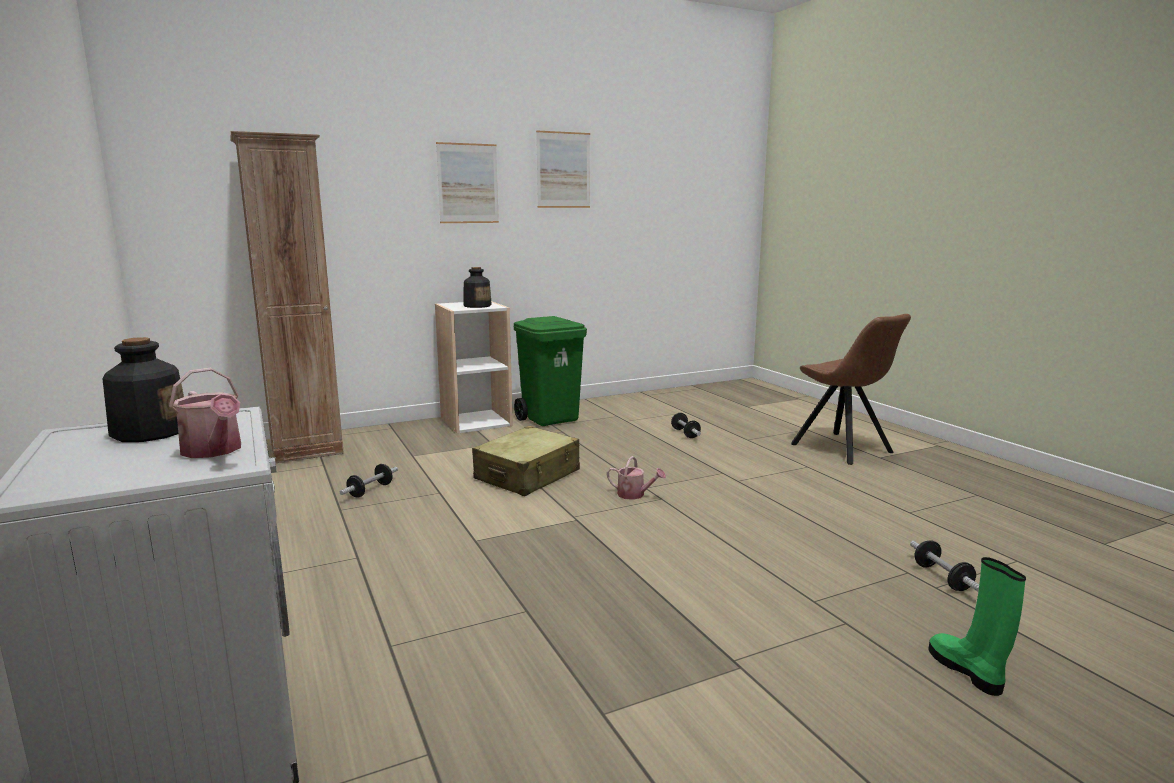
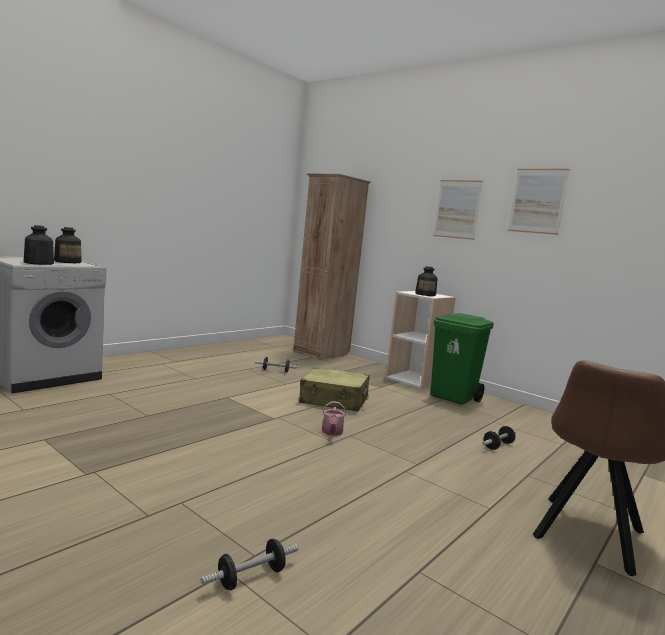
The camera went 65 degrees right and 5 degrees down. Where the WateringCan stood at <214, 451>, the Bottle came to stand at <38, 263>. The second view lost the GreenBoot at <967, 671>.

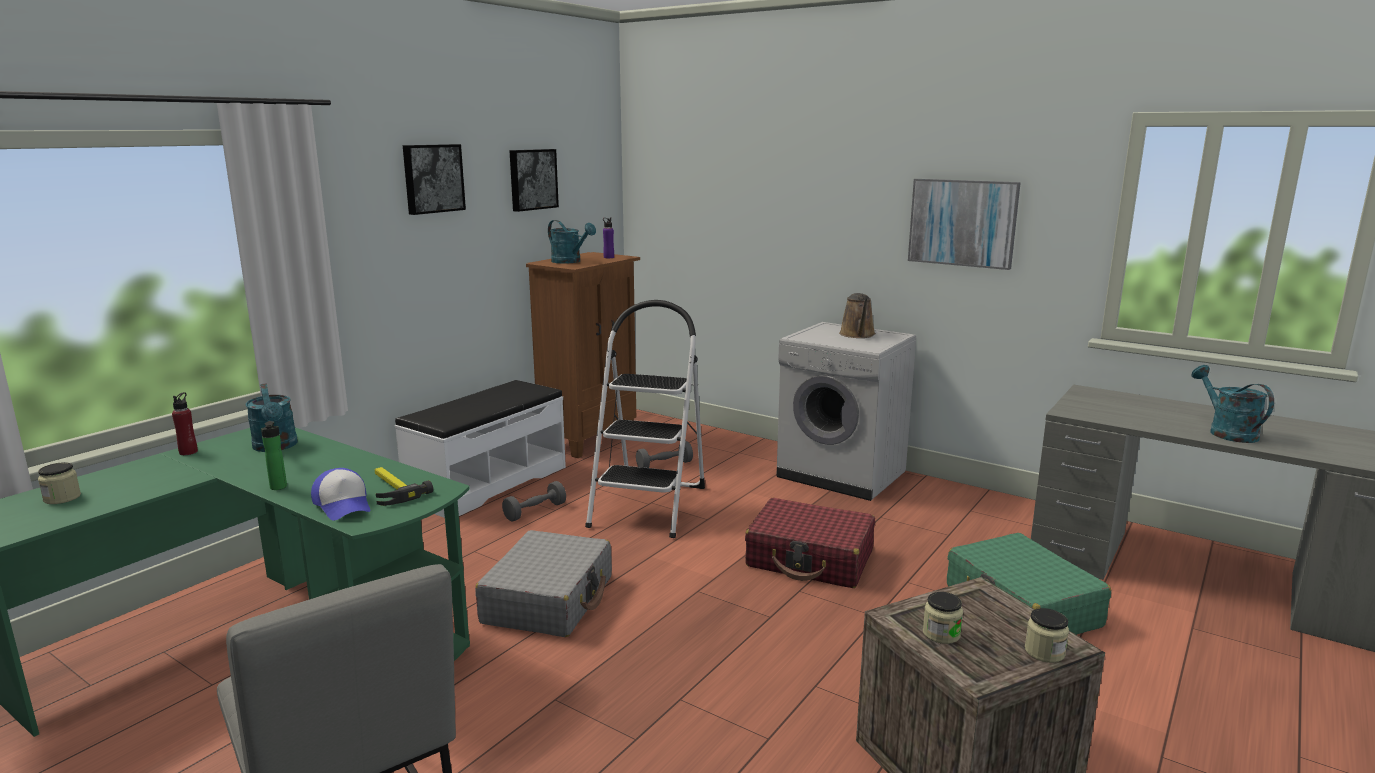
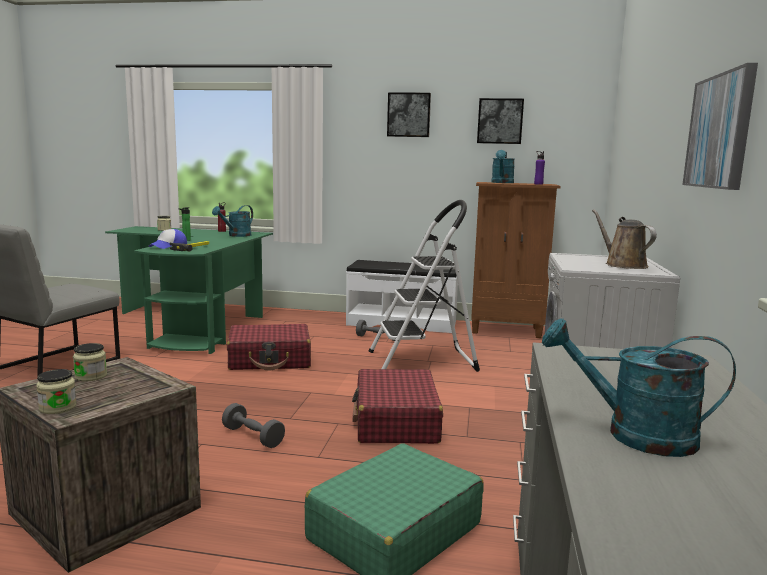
The camera went 65 degrees right and 5 degrees down. The GreyDumbbell ended up elsewhere, having gone from <664, 465> to <253, 437>. What was the GreySuitcase at <549, 600> turned into the RedSuitcase at <270, 359>. The TurquoiseWateringCan at <1226, 432> ended up facing another way, 120 degrees counterclockwise from before. The BrownWateringCan at <858, 335> ended up facing another way, 90 degrees clockwise from before.

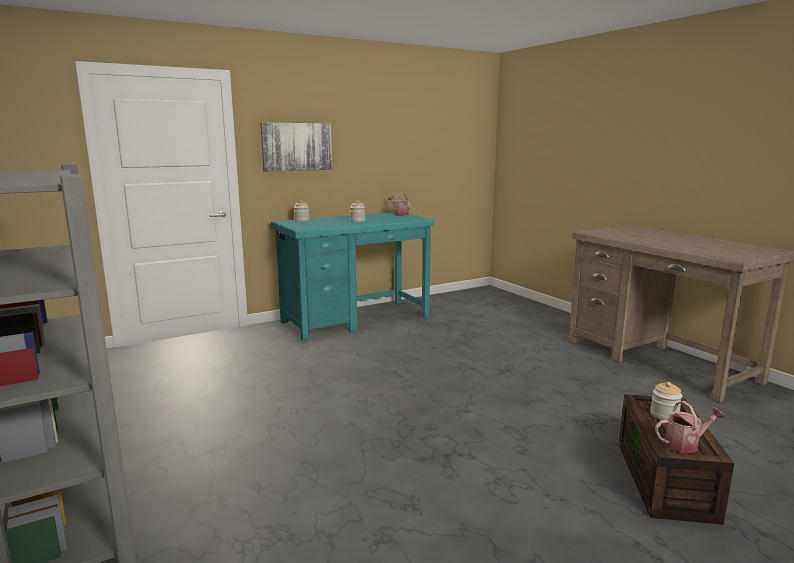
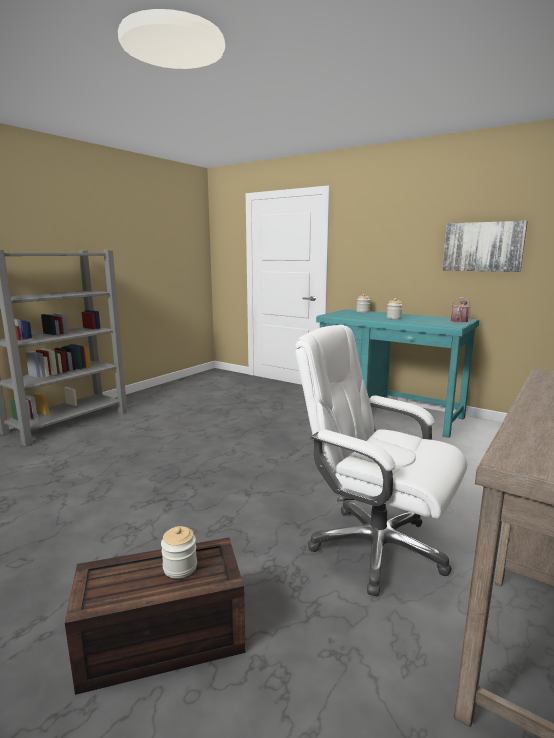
The camera went 65 degrees right and 0 degrees up. The second view gained the WhiteOfficeChair at <375, 547>. The Picture ended up elsewhere, having gone from <296, 147> to <483, 247>. The second view lost the WateringCan at <685, 444>.

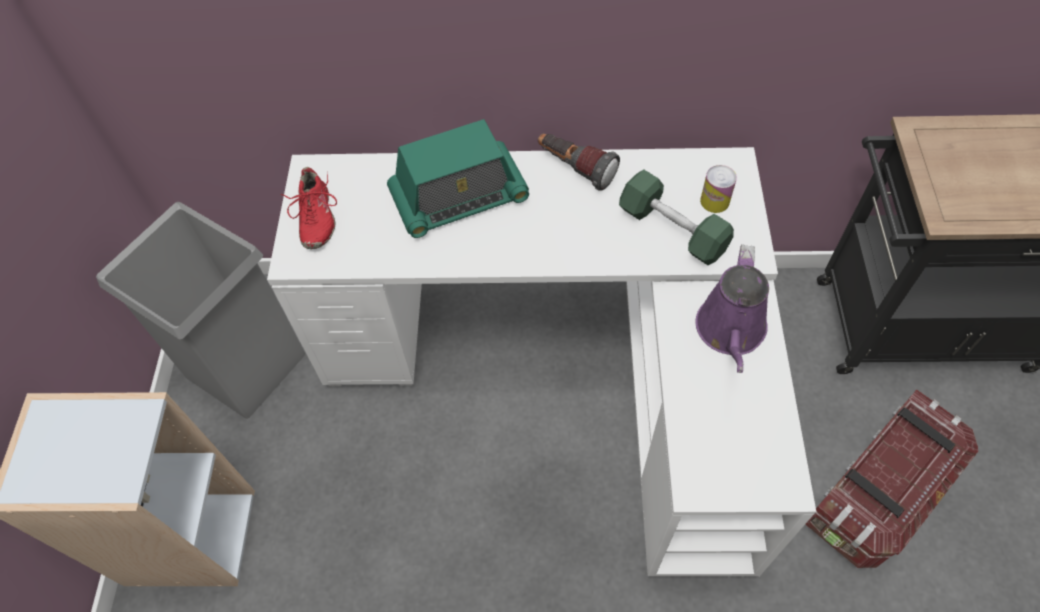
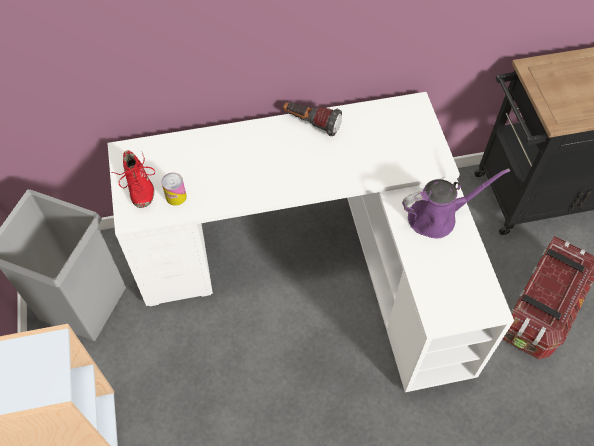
The camera went 15 degrees left and 0 degrees up. The Can ended up elsewhere, having gone from <714, 201> to <176, 197>. The PurpleWateringCan at <730, 332> ended up facing another way, 105 degrees counterclockwise from before. The second view lost the Radio at <459, 197>. The second view lost the GreenDumbbell at <672, 230>.

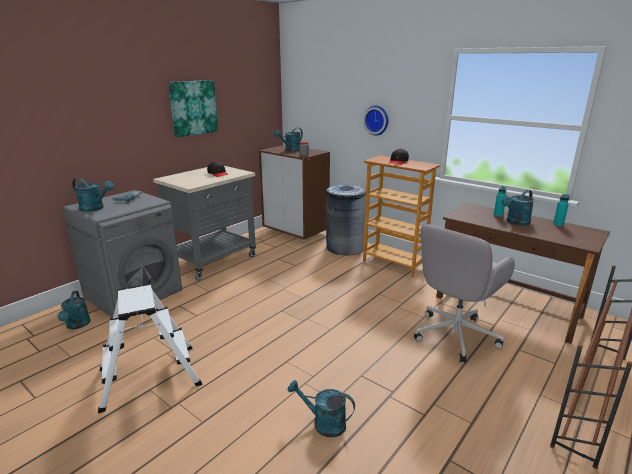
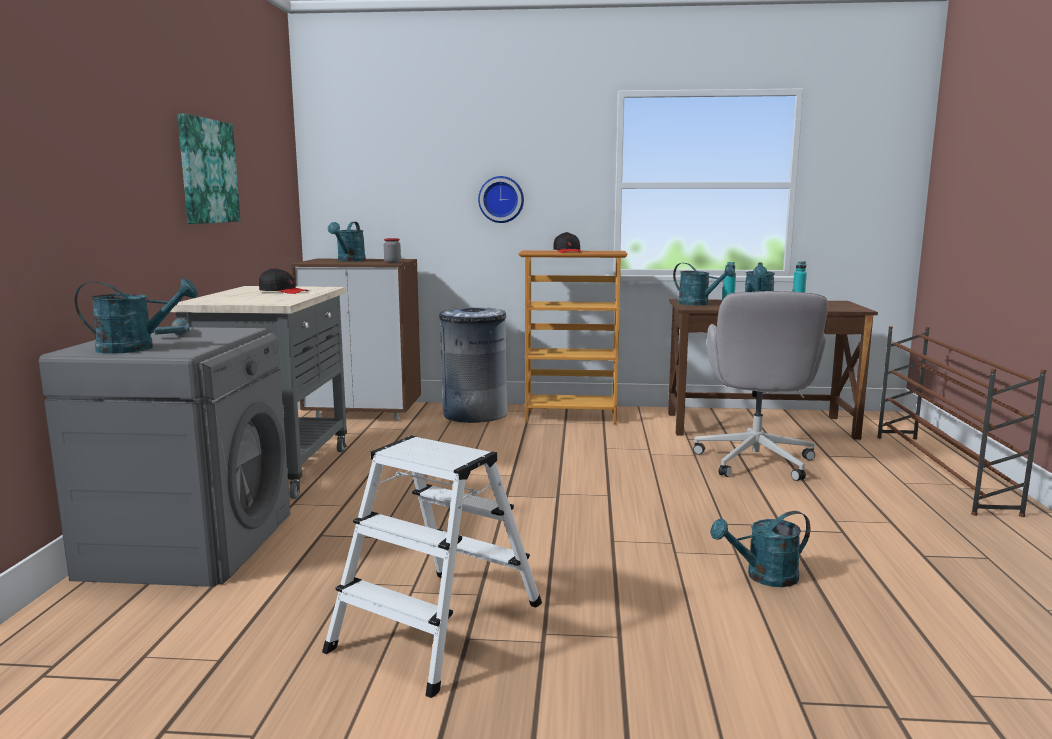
The camera went 35 degrees left and 10 degrees down. The TurquoiseWateringCan ended up elsewhere, having gone from <77, 325> to <699, 304>.

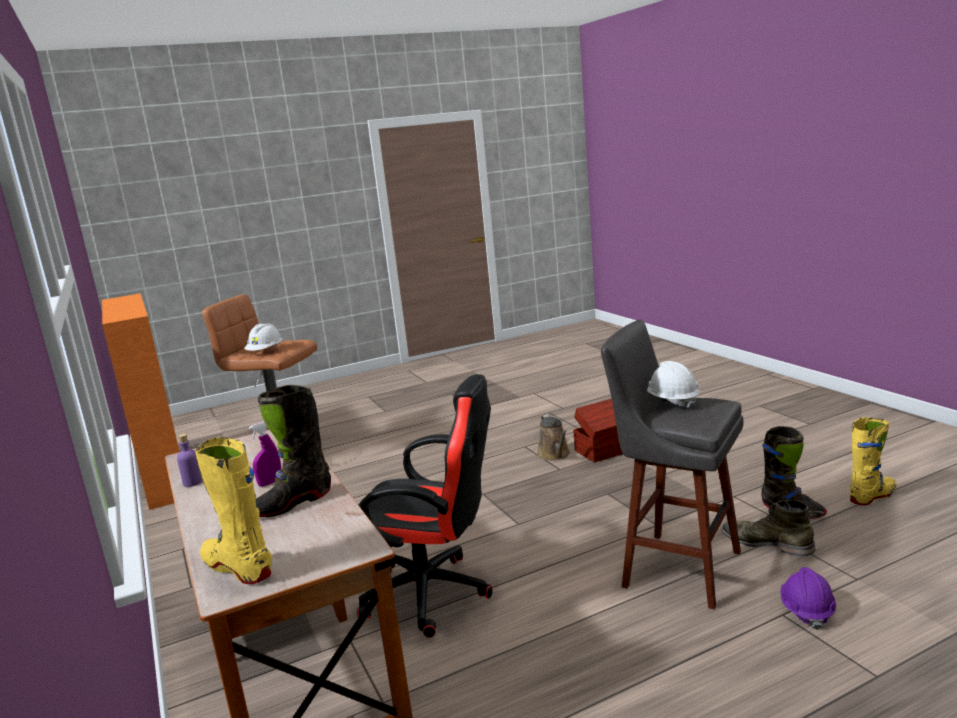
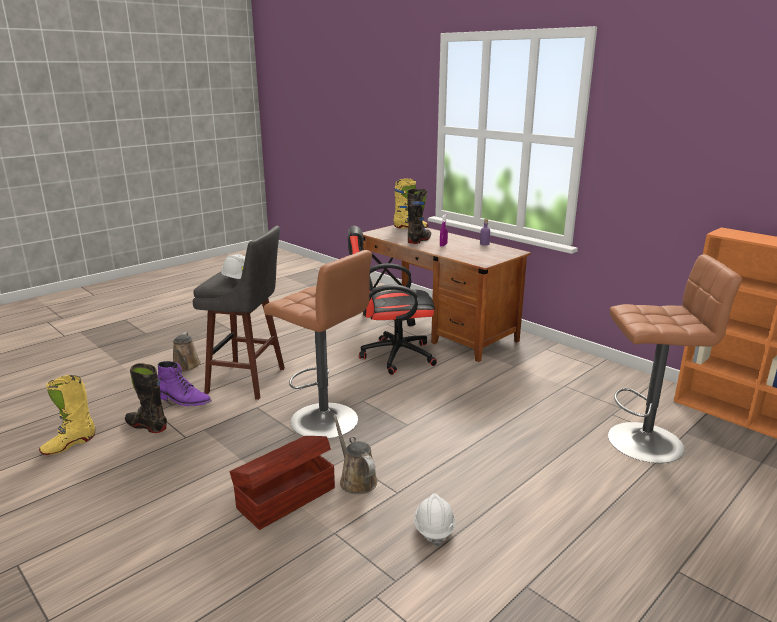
The camera went 160 degrees right and 5 degrees up. What was the GreenBoot at <767, 543> turned into the PurpleBoot at <183, 400>. Where the PurpleHardHat stood at <806, 611>, the BrownWateringCan came to stand at <186, 366>. The second view gained the BrownStool at <324, 421>. The WhiteHardHat ended up elsewhere, having gone from <266, 351> to <434, 529>.

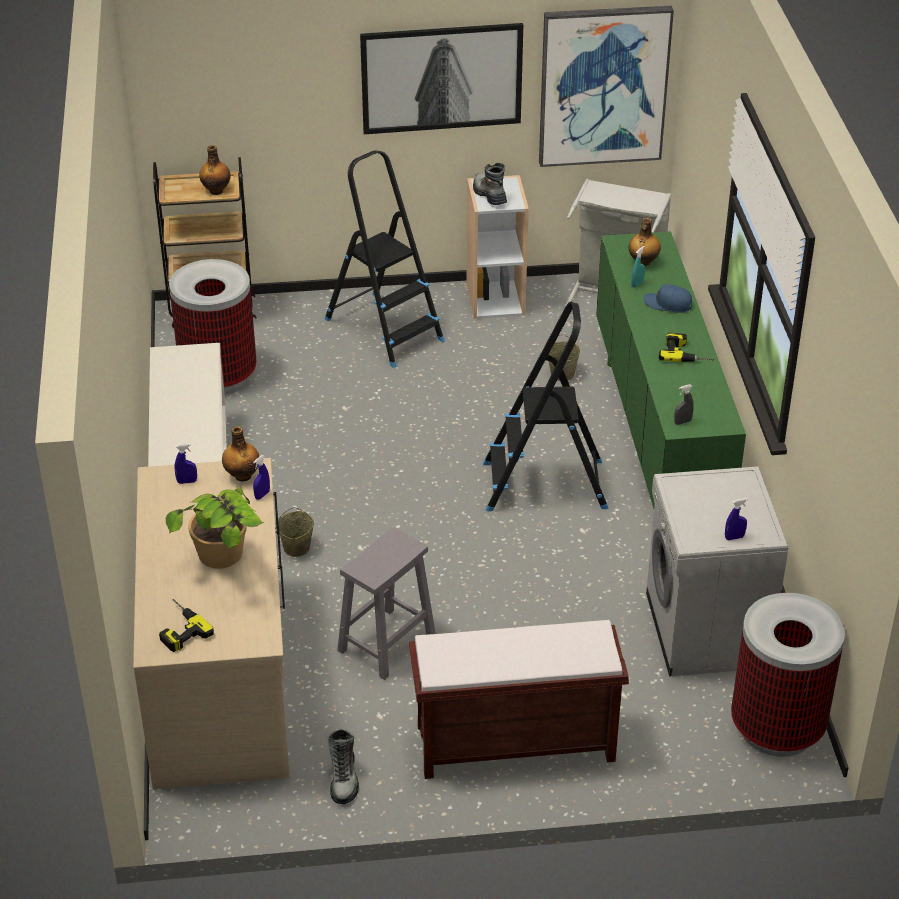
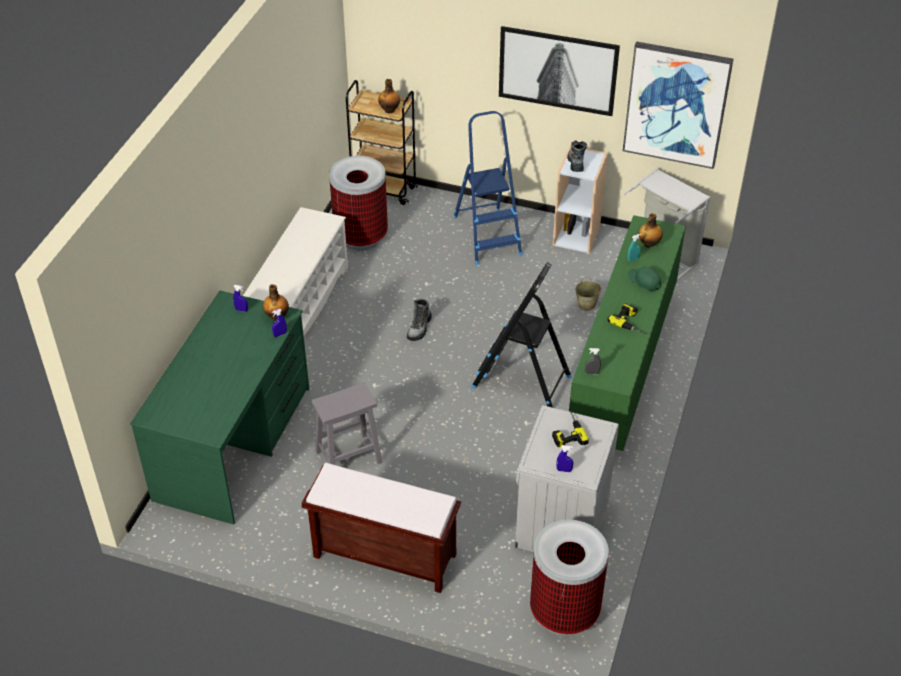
The camera went 25 degrees right and 5 degrees up. What was the BeigeDesk at <220, 678> turned into the GreenDesk at <234, 443>. The Boot ended up elsewhere, having gone from <343, 778> to <419, 328>. What was the BlackStepLadder at <385, 330> turned into the BlueStepLadder at <487, 236>. The PowerDrill ended up elsewhere, having gone from <178, 628> to <566, 432>. What was the BlueCap at <668, 304> turned into the GreenCap at <644, 281>. The second view lost the PottedPlant at <225, 569>. The second view lost the BeigeBucket at <296, 548>.

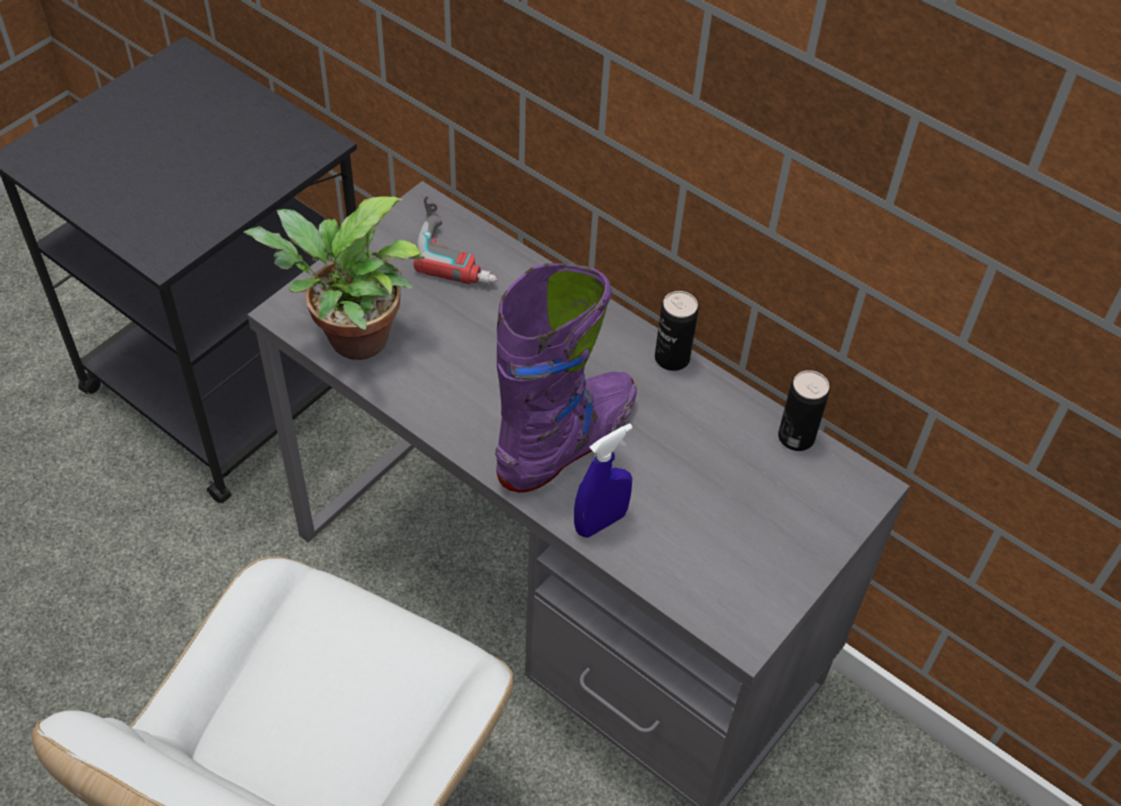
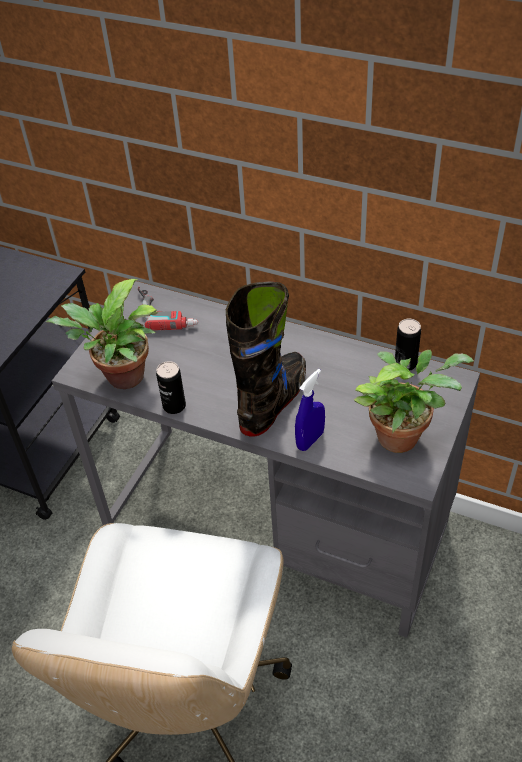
The camera went 10 degrees left and 5 degrees down. The Can ended up elsewhere, having gone from <672, 358> to <174, 406>. What was the PurpleBoot at <567, 443> turned into the BlackBoot at <273, 401>. The second view gained the PottedPlant at <402, 434>.

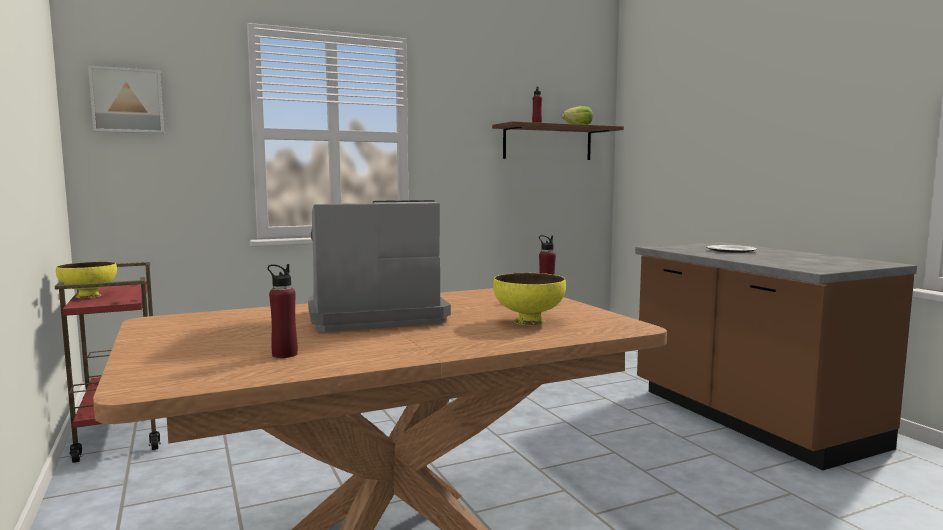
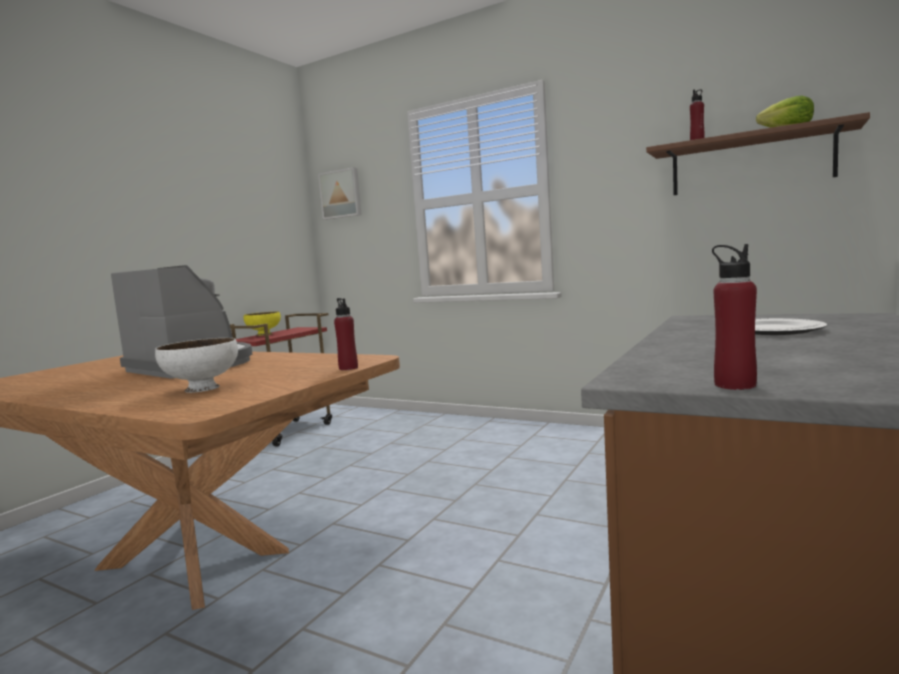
The camera went 55 degrees right and 0 degrees up. What was the YellowBowl at <529, 321> turned into the WhiteBowl at <203, 388>. The RedBottle ended up elsewhere, having gone from <284, 354> to <734, 385>.

